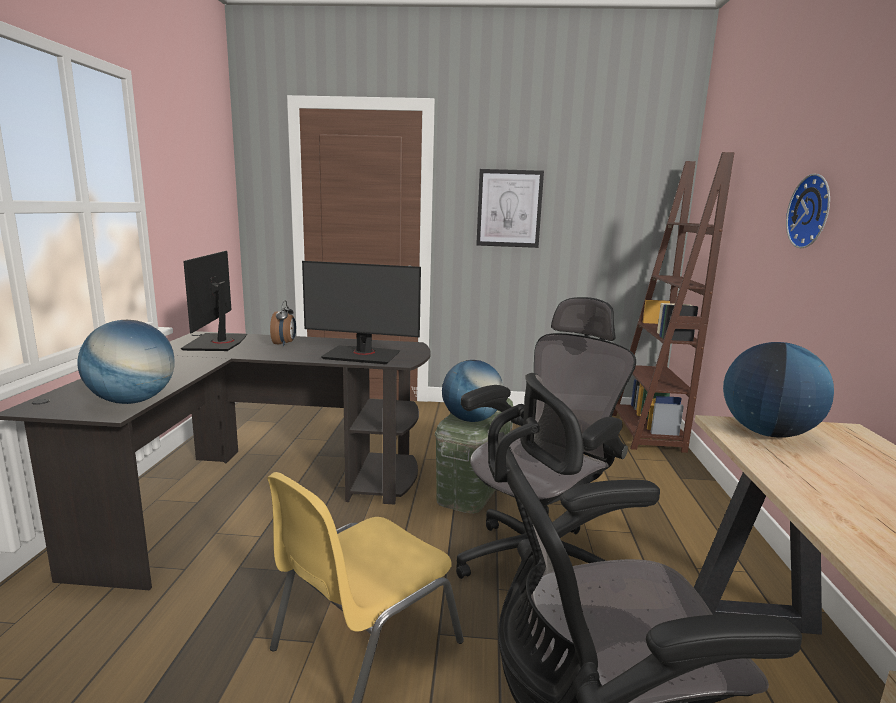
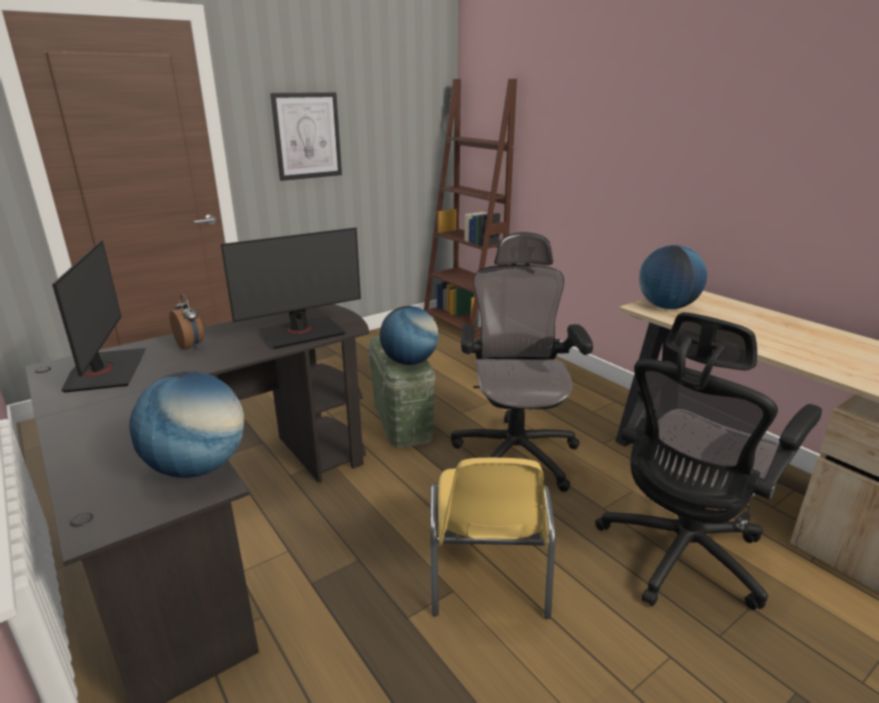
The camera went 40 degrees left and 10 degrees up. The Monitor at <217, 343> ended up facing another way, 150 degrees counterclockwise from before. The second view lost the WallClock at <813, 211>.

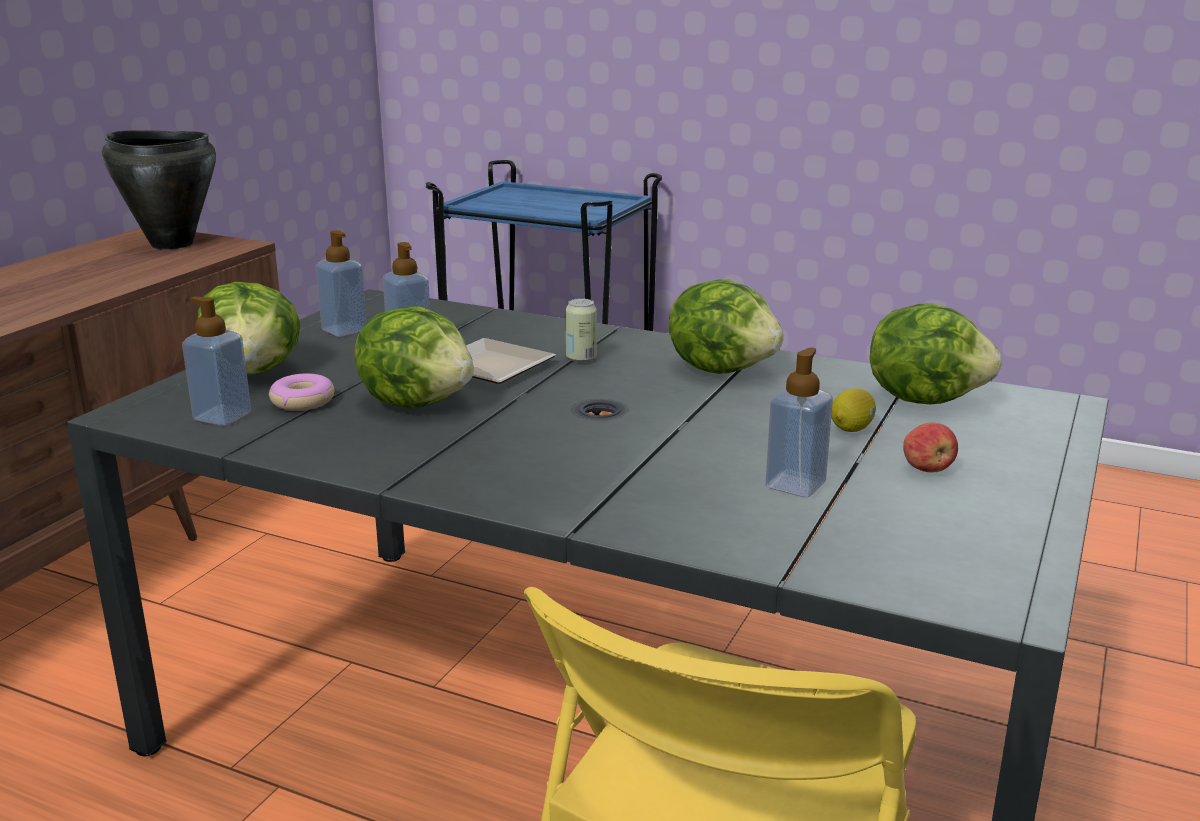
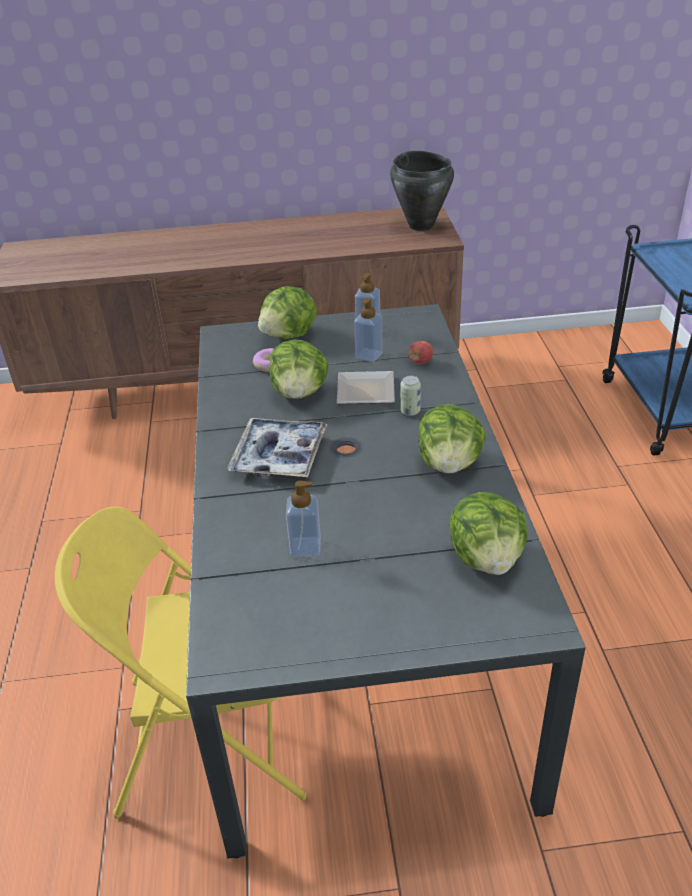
The camera went 60 degrees right and 15 degrees up. The second view gained the Tray at <279, 456>. The Apple ended up elsewhere, having gone from <928, 469> to <420, 362>. The second view lost the SoapDispenser at <222, 416>. The second view lost the Lemon at <852, 428>.

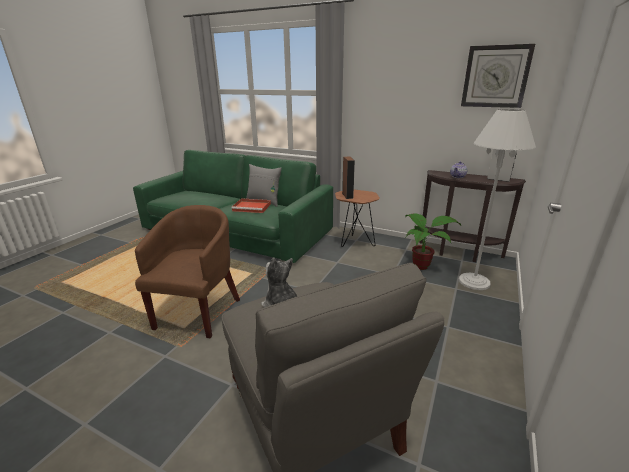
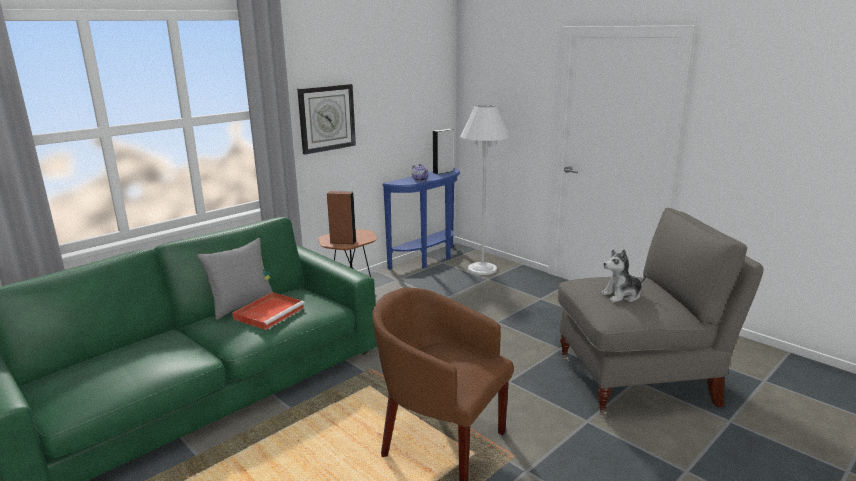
The camera went 70 degrees left and 5 degrees down. The WallClock ended up elsewhere, having gone from <495, 76> to <326, 118>. What was the BrownConsoleTable at <459, 253> turned into the BlueConsoleTable at <429, 259>. The second view lost the PottedPlant at <423, 266>.

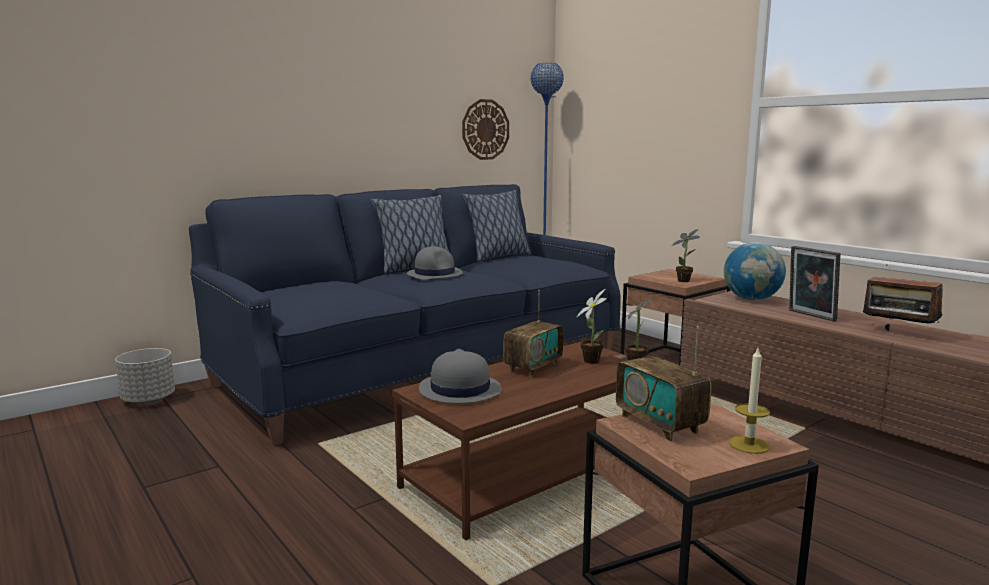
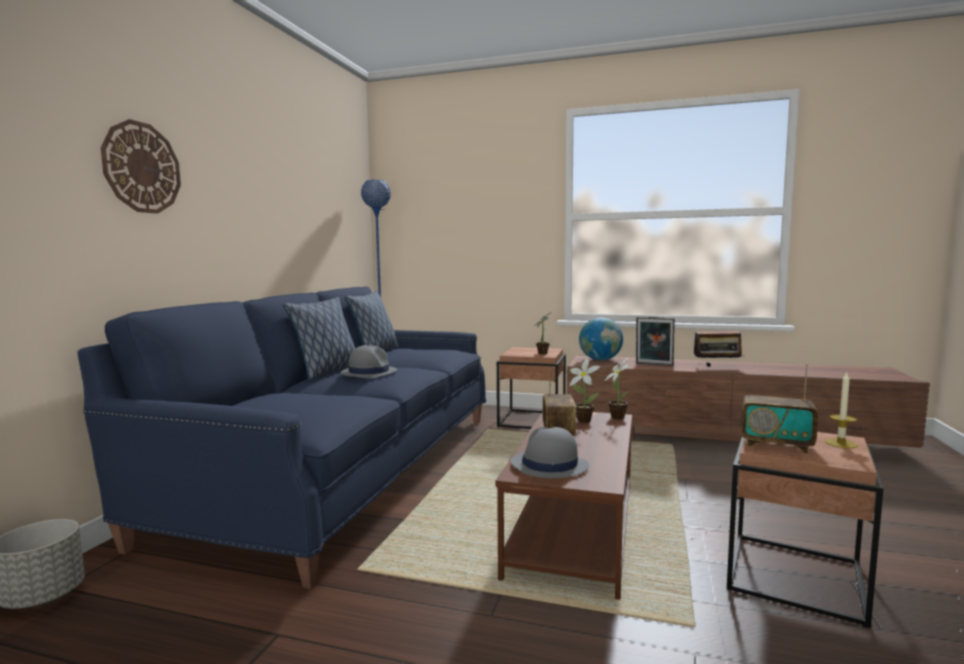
The camera went 35 degrees left and 5 degrees down. The WallClock ended up elsewhere, having gone from <485, 129> to <142, 168>.

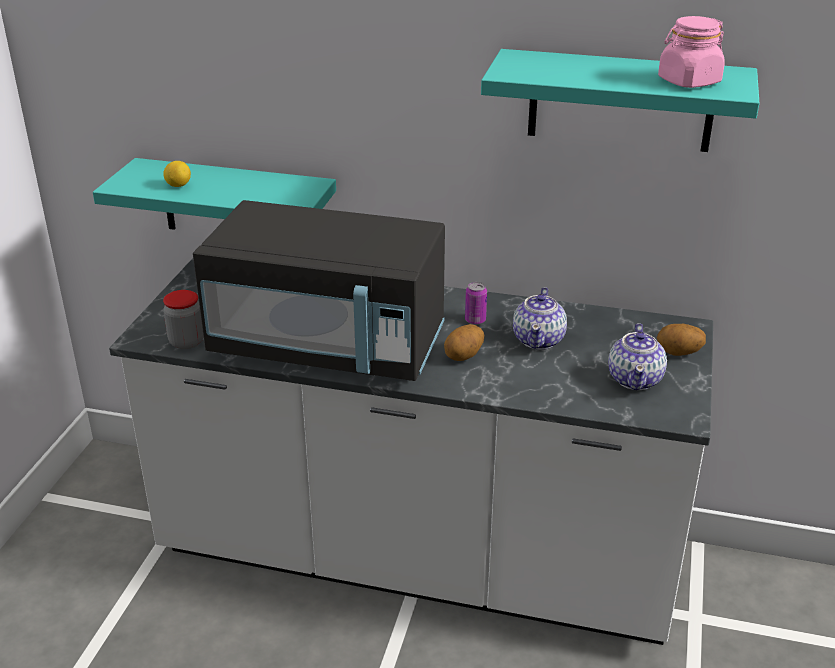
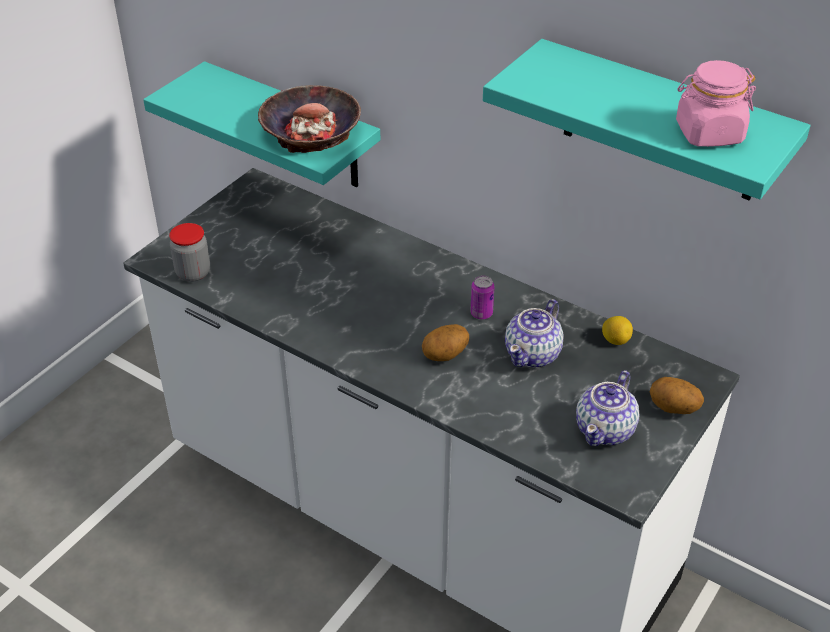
The camera went 20 degrees right and 10 degrees up. The second view gained the Bowl at <310, 132>. The Lemon ended up elsewhere, having gone from <178, 186> to <615, 340>. The second view lost the BlackMicrowave at <329, 346>.

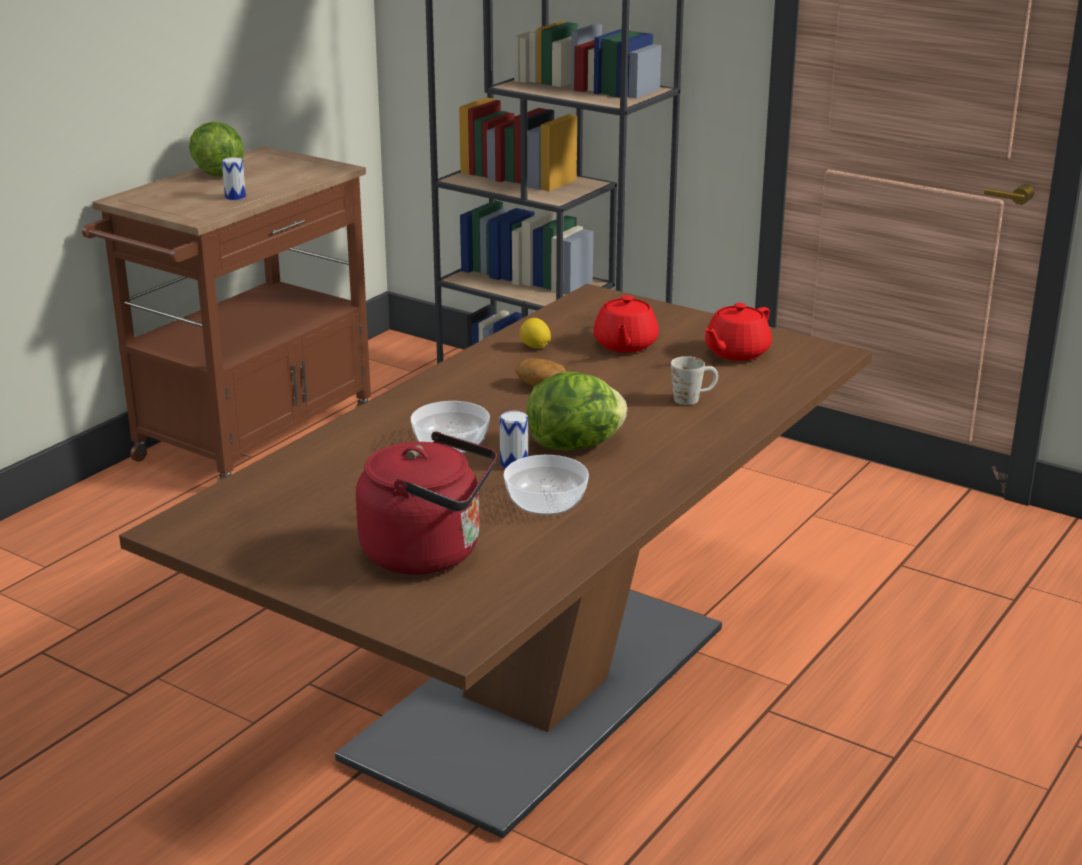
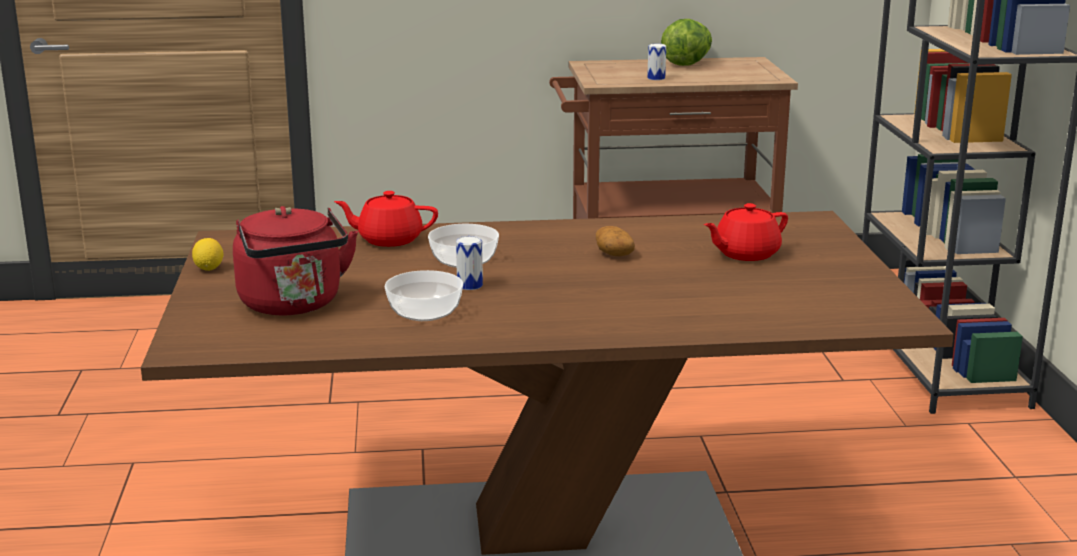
The camera went 50 degrees right and 5 degrees down. The Lemon ended up elsewhere, having gone from <535, 347> to <209, 268>. The RedTeapot ended up elsewhere, having gone from <735, 353> to <389, 239>. The second view lost the Lettuce at <576, 445>. The second view lost the WhiteMug at <693, 398>.

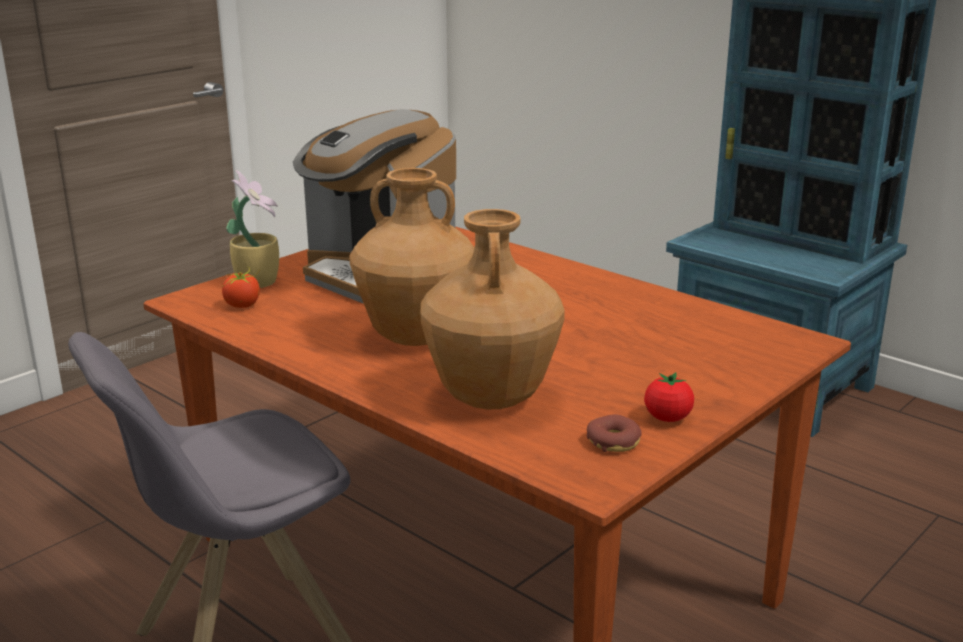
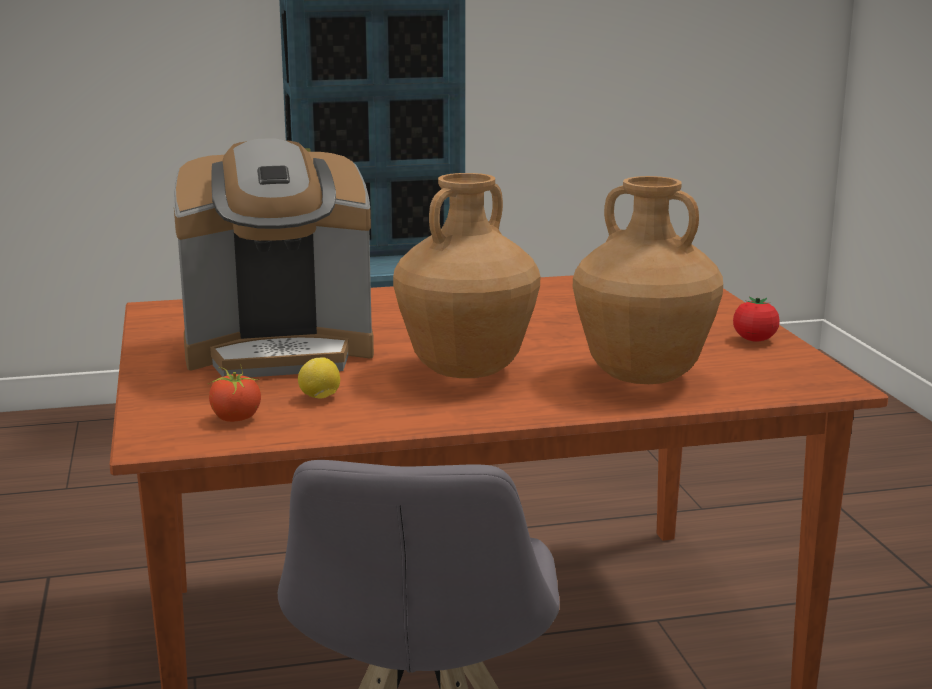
The camera went 55 degrees left and 5 degrees down. The second view gained the Lemon at <320, 398>. The second view lost the PottedPlant at <258, 282>. The second view lost the Donut at <613, 442>.

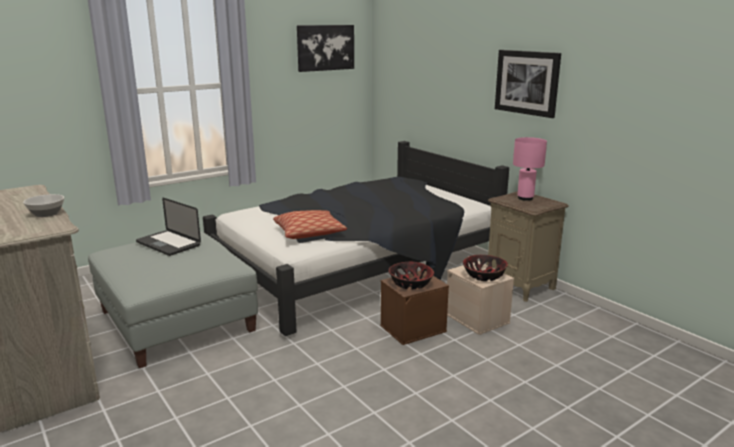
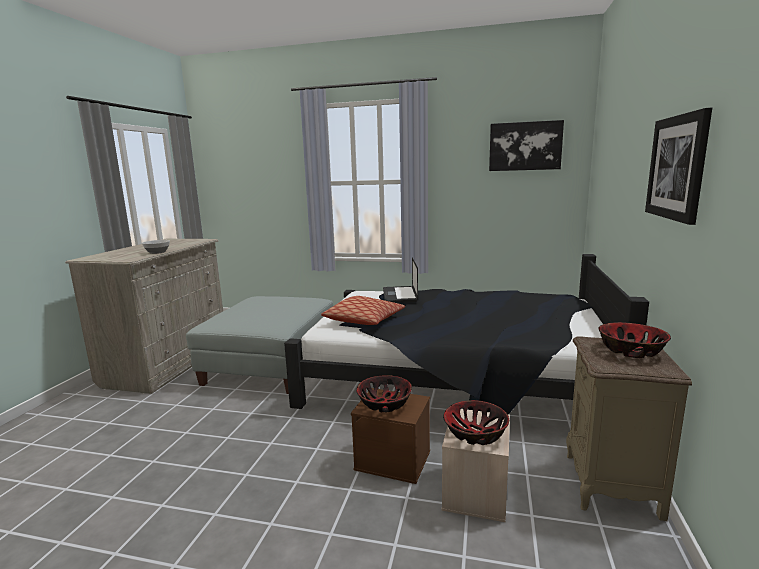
The camera went 50 degrees right and 5 degrees down. The Laptop ended up elsewhere, having gone from <168, 244> to <399, 295>. Where the PinkTableLamp stood at <524, 198>, the Bowl came to stand at <630, 350>.

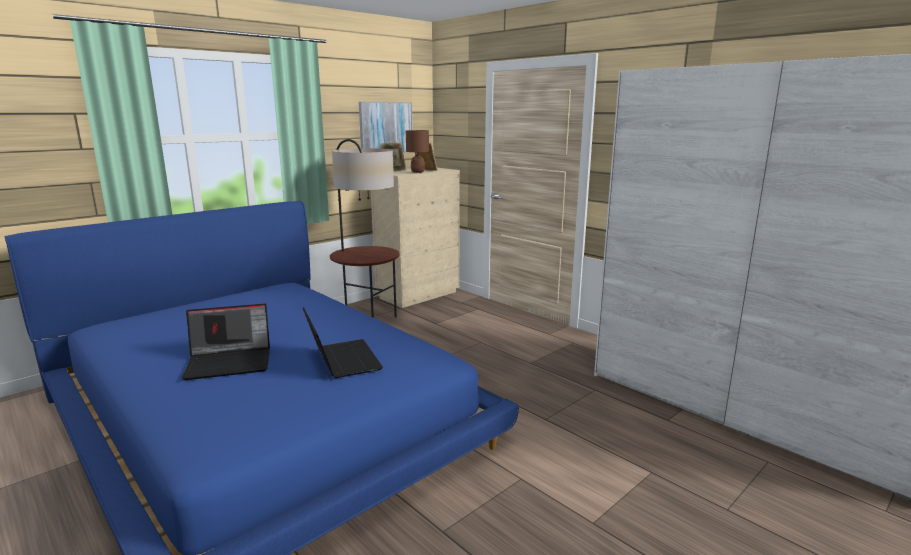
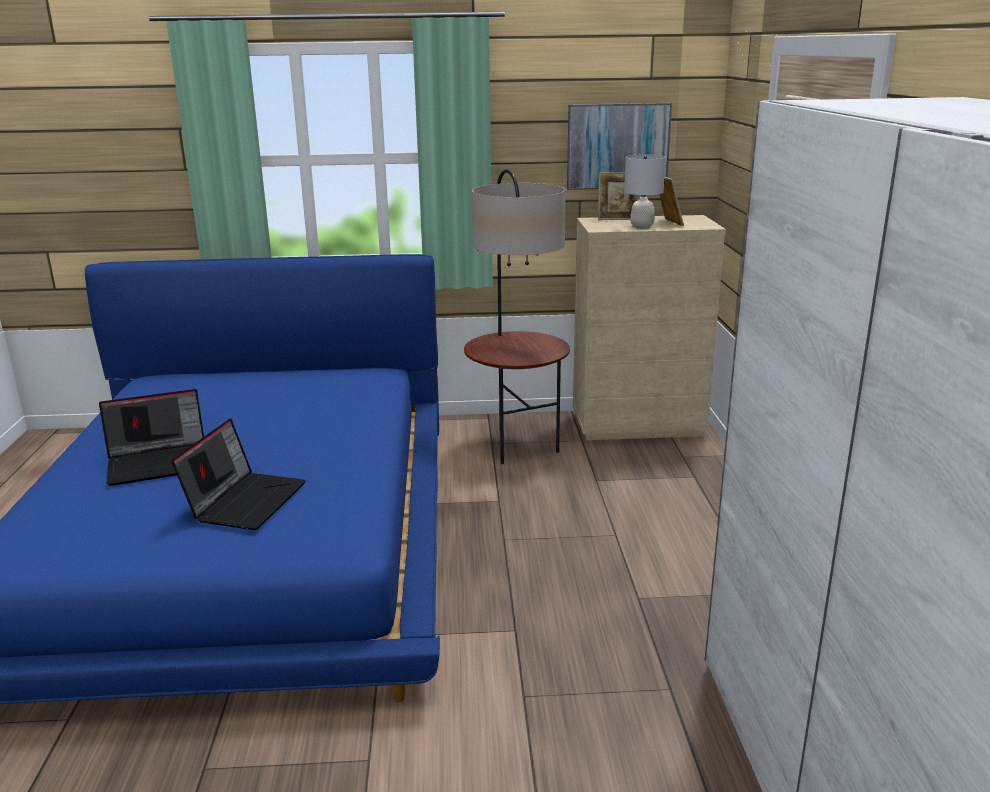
The camera went 40 degrees right and 5 degrees up. The Laptop at <230, 362> ended up facing another way, 45 degrees counterclockwise from before. What was the BrownTableLamp at <417, 172> turned into the GreyTableLamp at <640, 227>.

